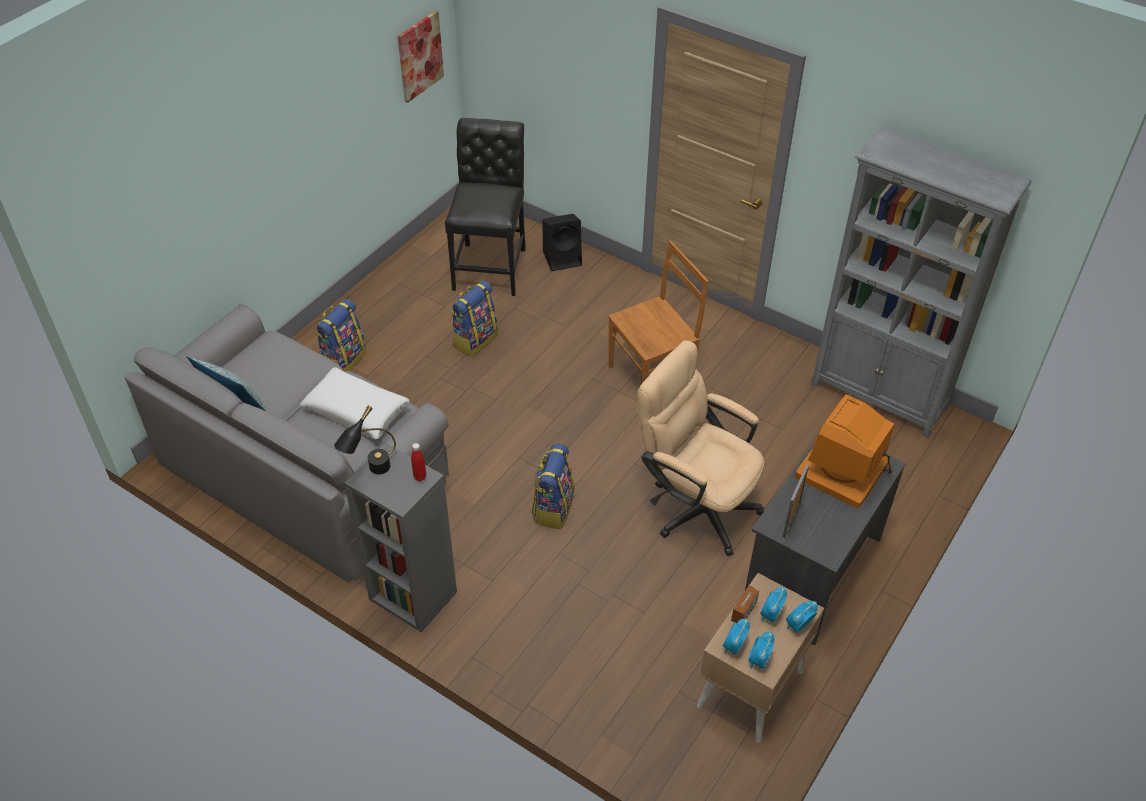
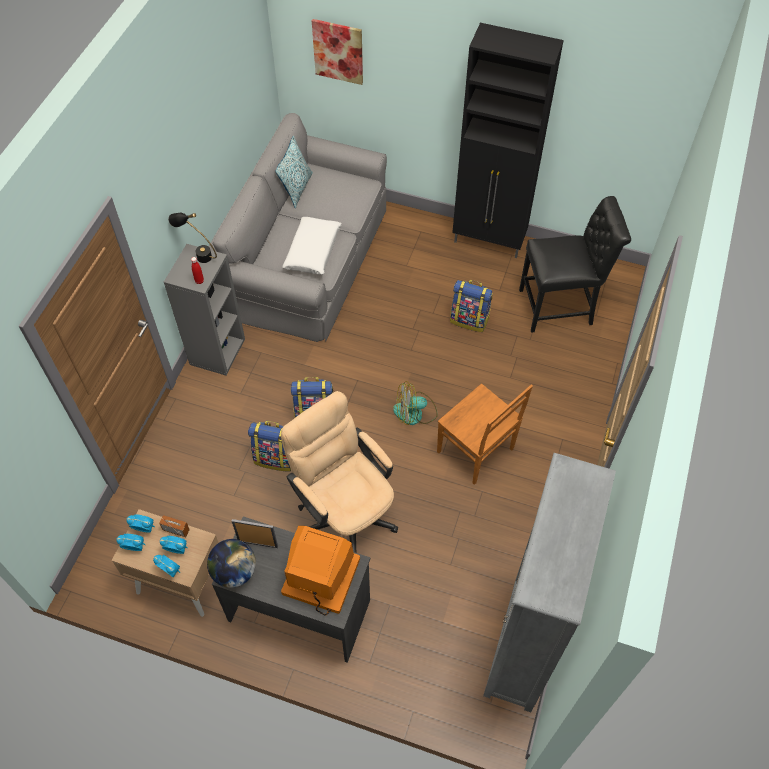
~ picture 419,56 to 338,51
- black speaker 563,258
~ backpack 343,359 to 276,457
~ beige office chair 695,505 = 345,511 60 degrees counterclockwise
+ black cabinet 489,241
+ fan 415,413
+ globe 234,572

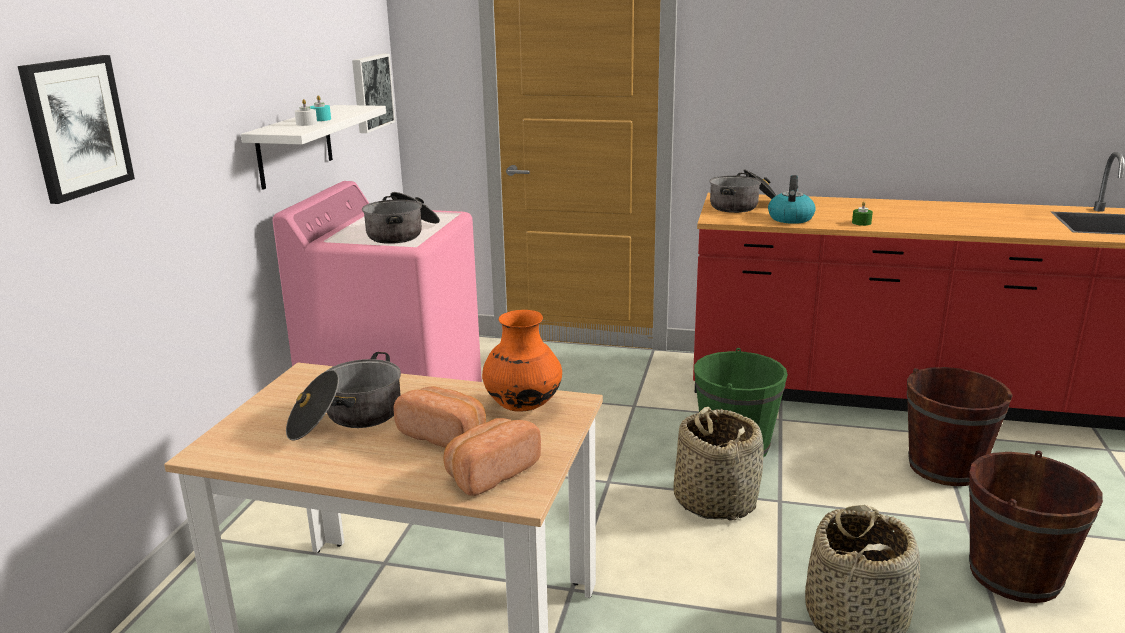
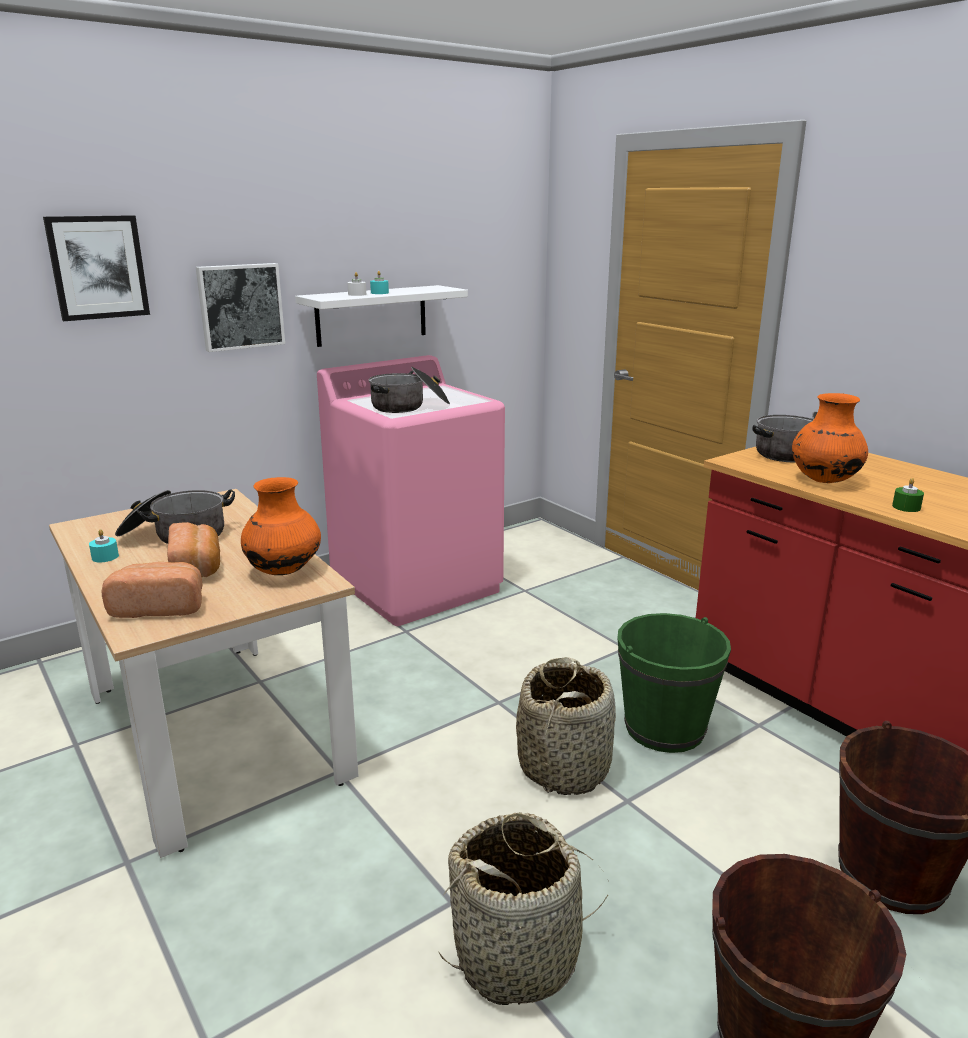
~ picture 371,92 to 240,306
~ kettle 790,218 to orange vase 824,480
+ turquoise candle 105,557

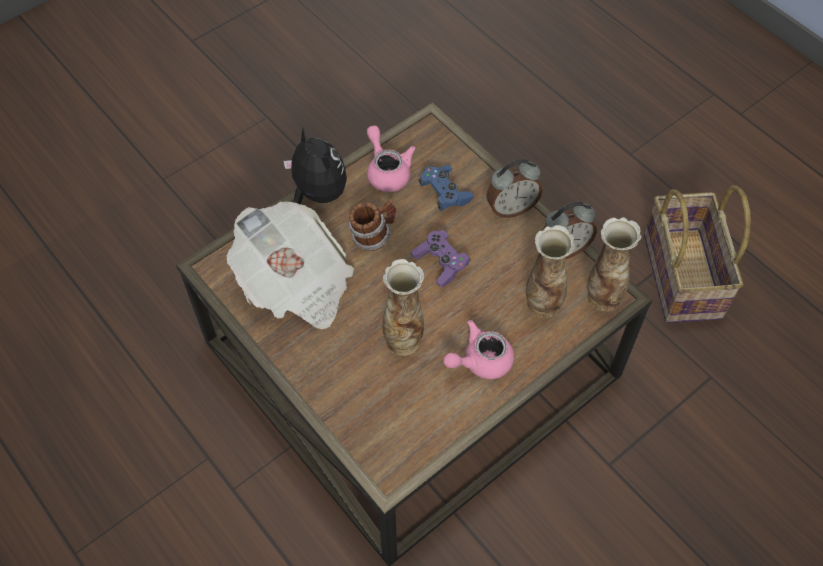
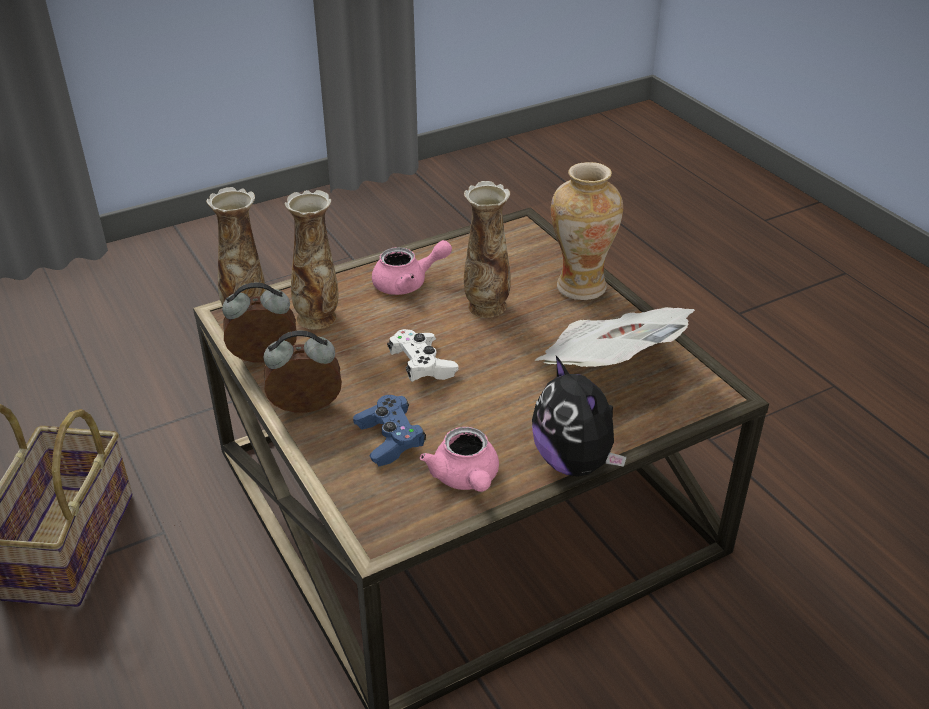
- mug 373,236
~ purple game controller 441,263 to white game controller 422,365
+ vase 580,286

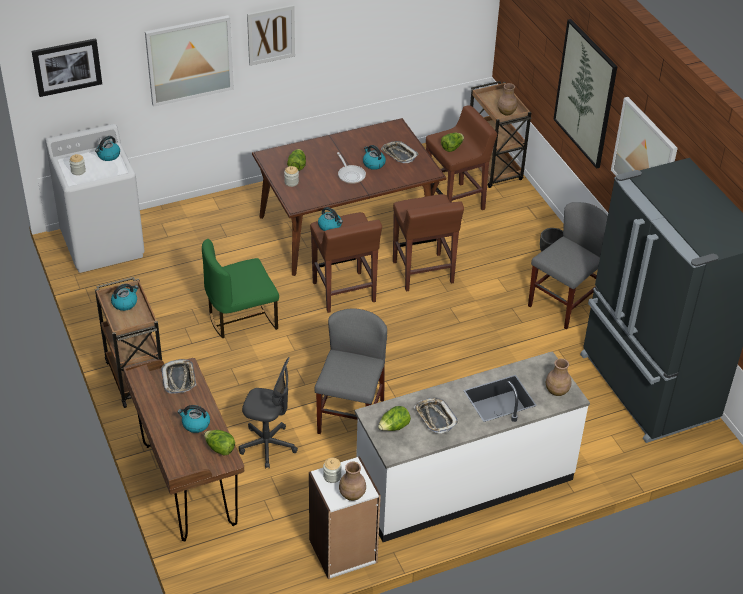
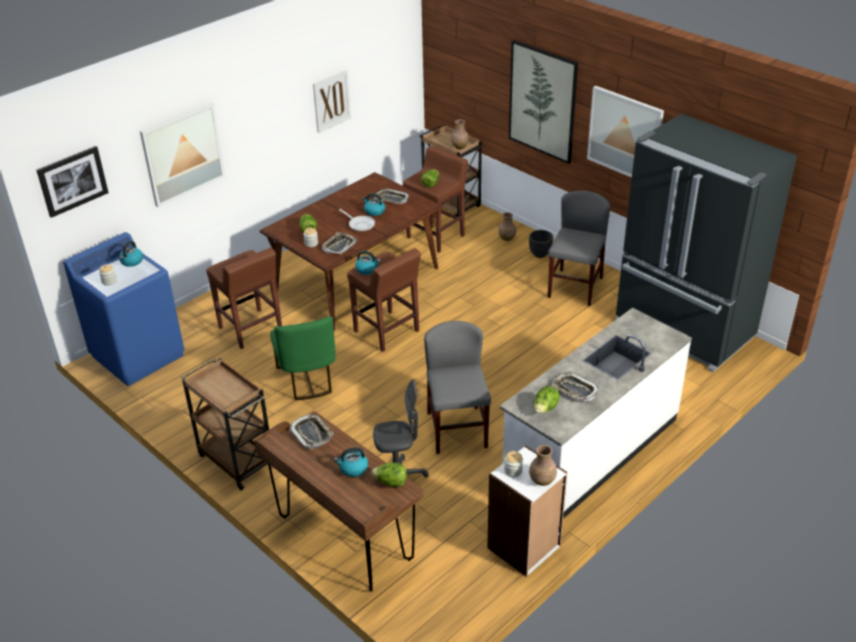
~ picture 271,34 to 331,101
~ white washing machine 103,244 to blue washing machine 138,355
~ brown stool 423,273 to 251,329
~ green chair 241,318 = 307,379 60 degrees counterclockwise
- kettle 125,303
~ brown vase 557,391 to 507,238
+ tray 339,246

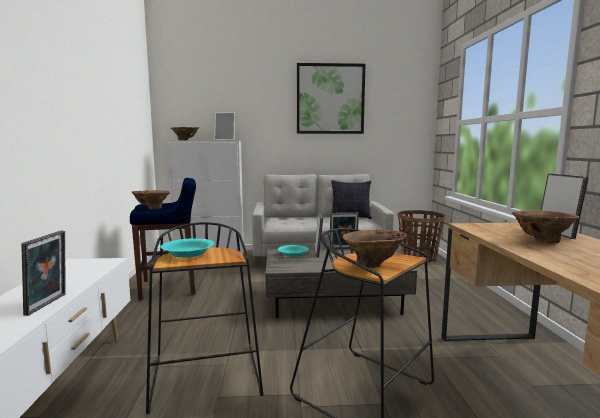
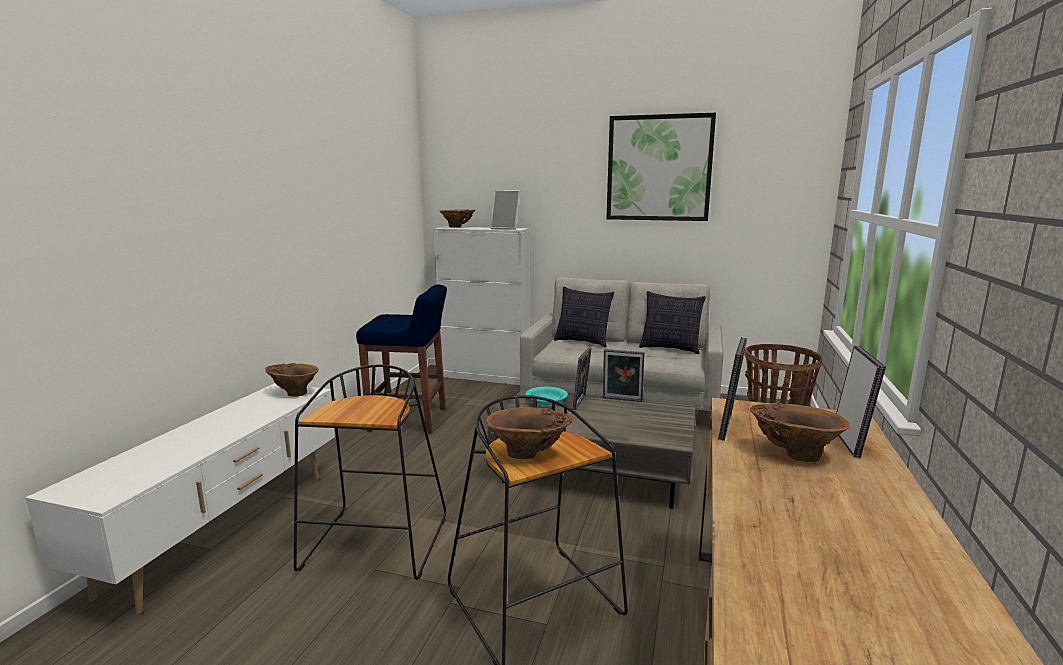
~ brown vase 152,208 to 294,393
~ picture frame 49,304 to 729,428
- turquoise bowl 188,254
+ pillow 583,342

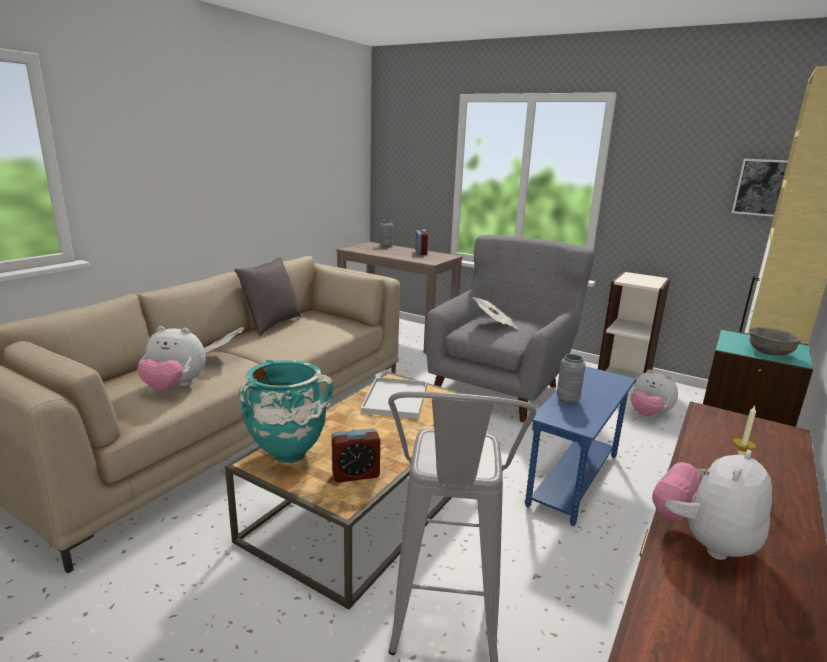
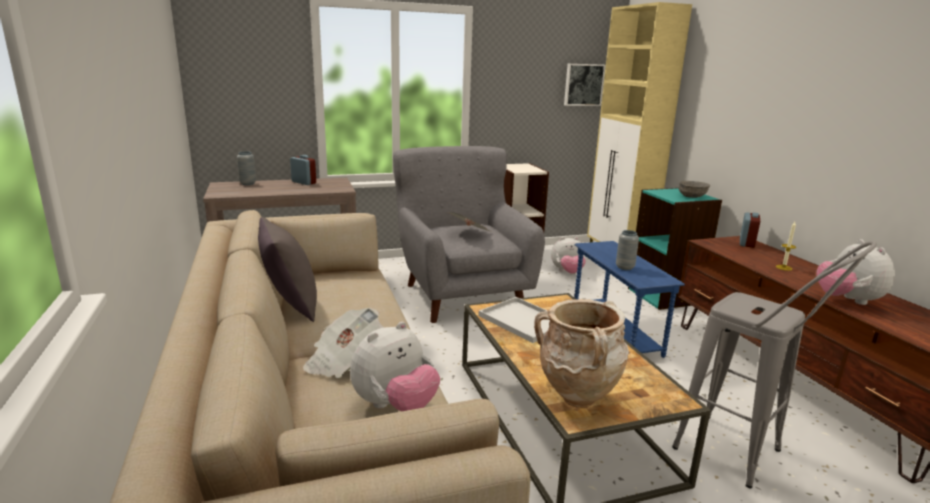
~ turquoise vase 286,455 to beige vase 577,400
~ alarm clock 355,474 to 746,243

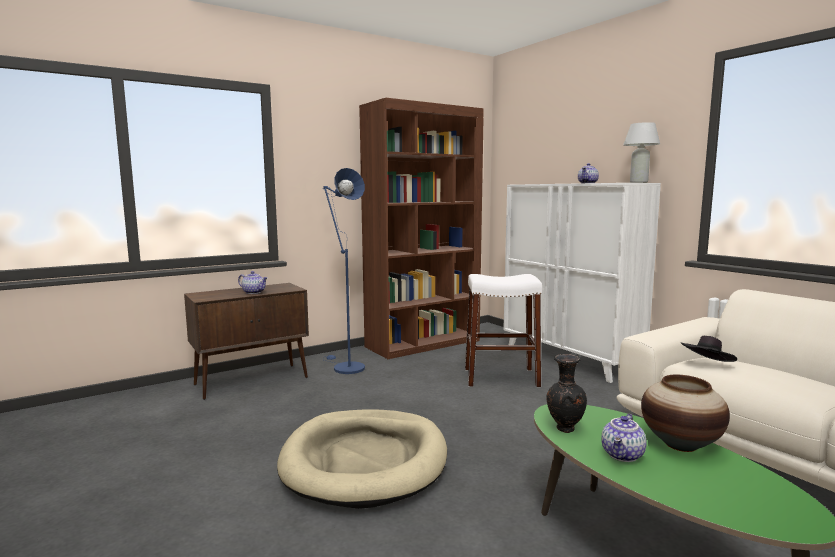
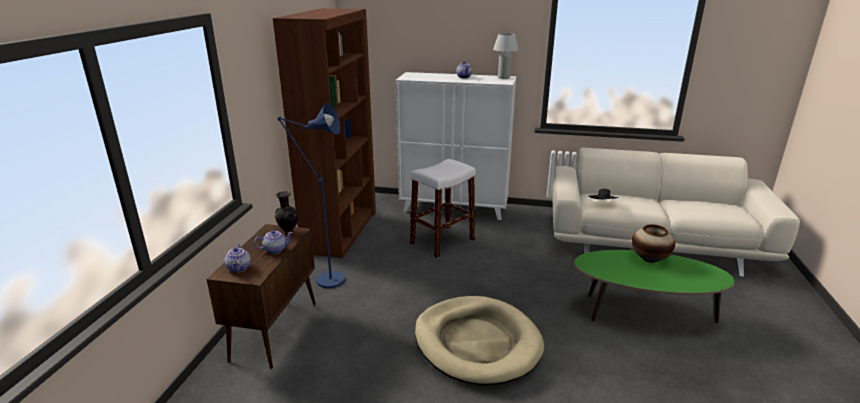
~ black vase 564,428 to 288,232
~ teapot 623,455 to 239,268

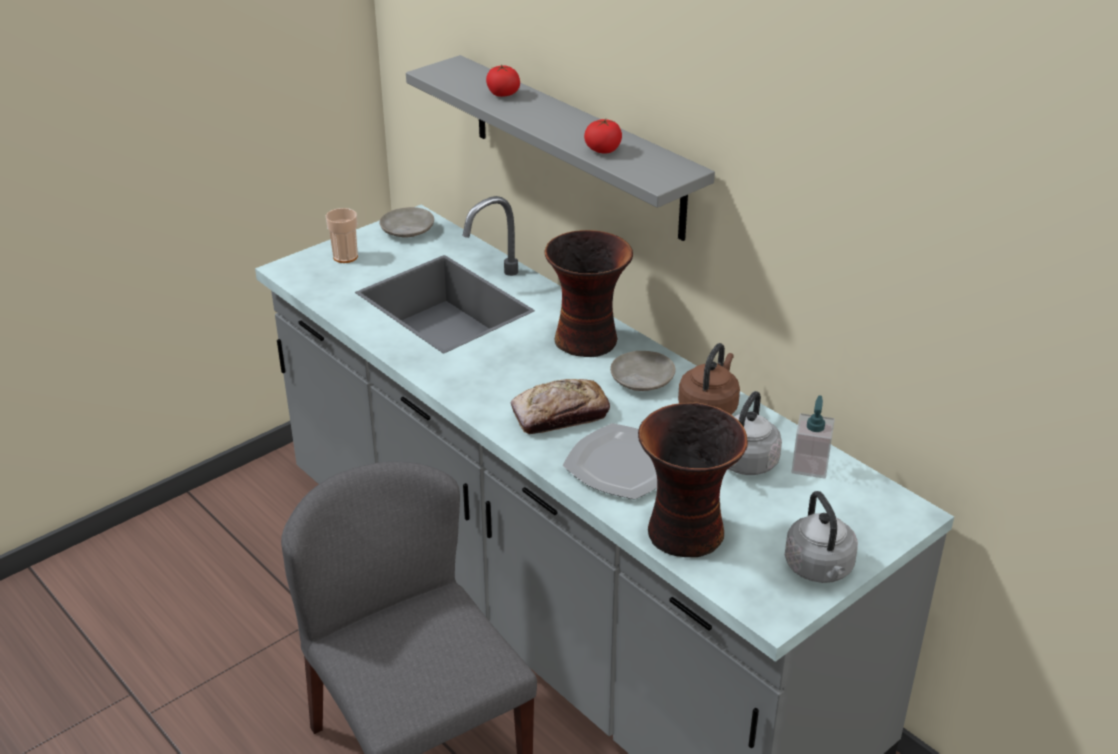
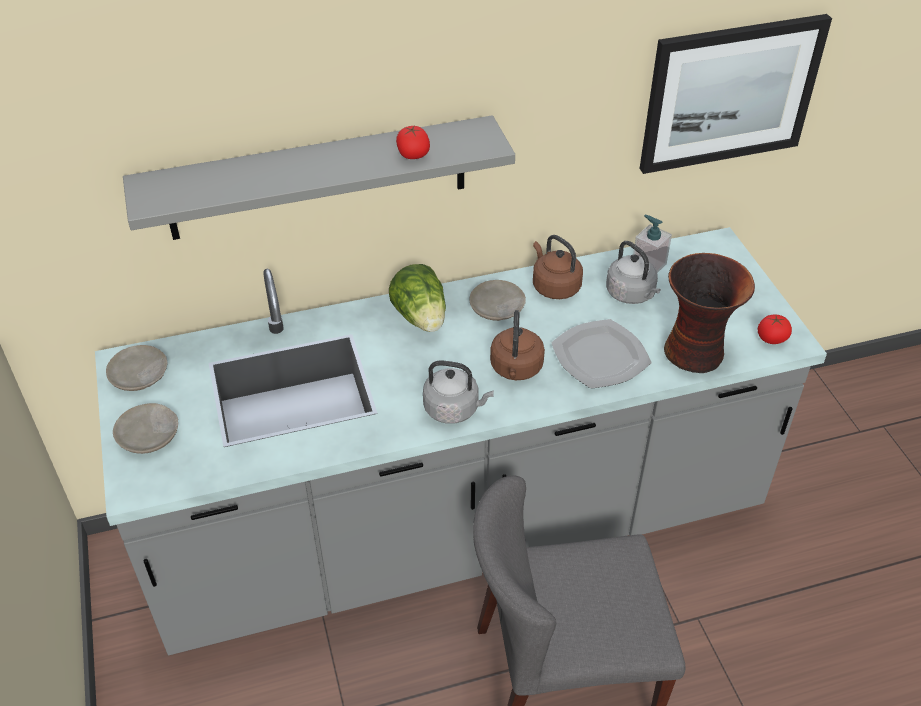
~ tomato 503,94 to 771,338
~ cup 345,257 to beige plate 149,436
~ vase 588,340 to lettuce 421,318
~ bread 560,415 to brown kettle 516,369
~ grey kettle 820,569 to 454,409
+ picture 730,93

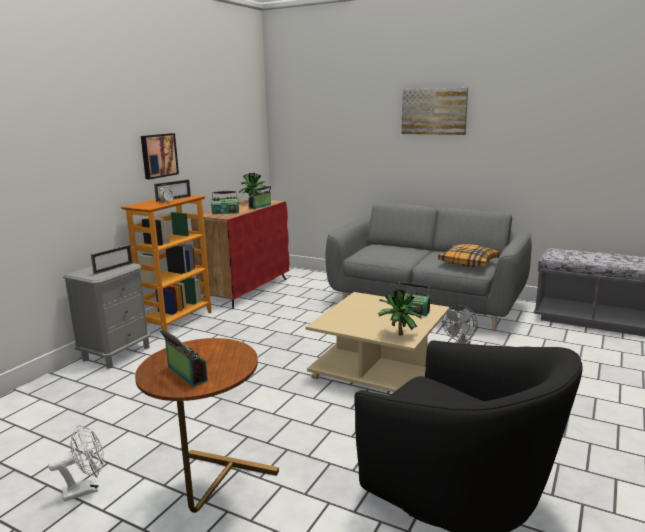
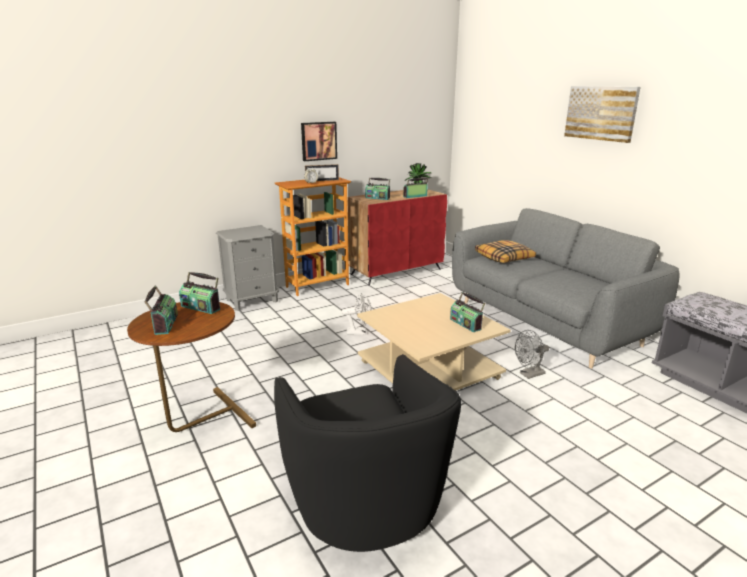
~ pillow 468,262 to 504,258
- picture frame 113,268
- potted plant 397,335
~ white fan 86,489 to 359,332
+ radio 201,307

